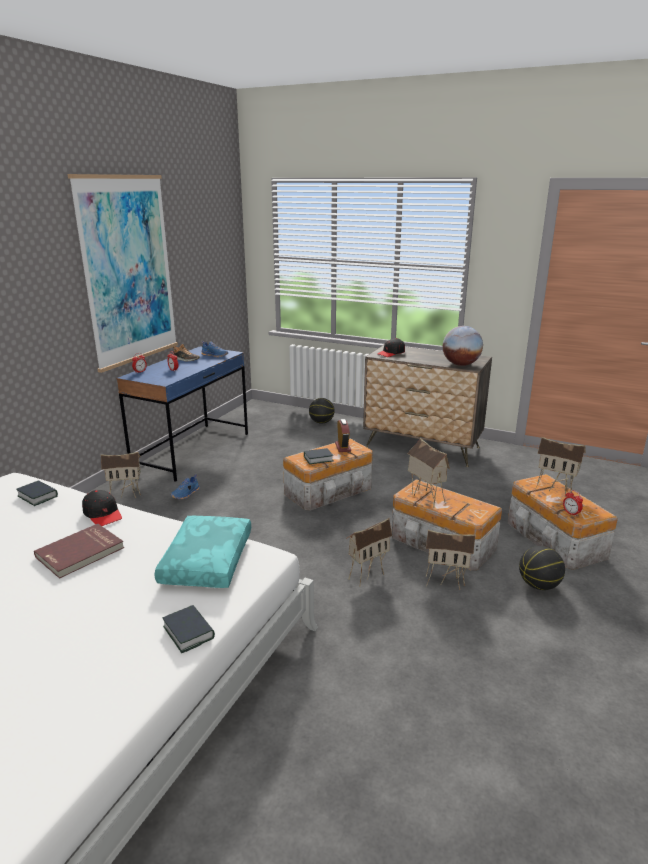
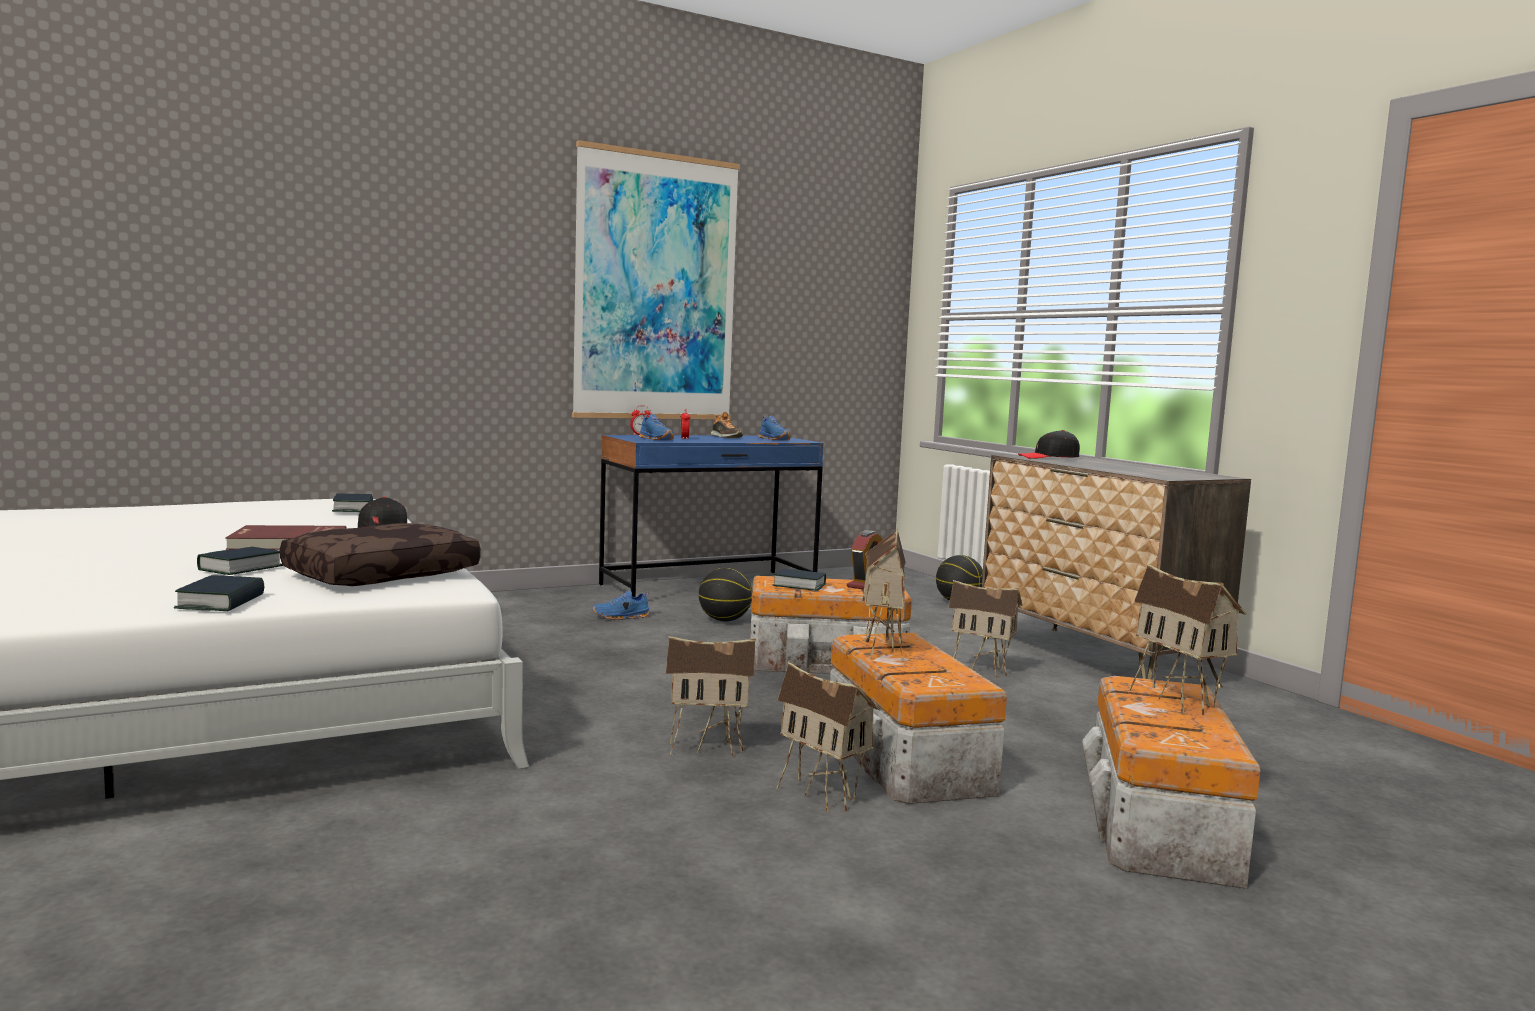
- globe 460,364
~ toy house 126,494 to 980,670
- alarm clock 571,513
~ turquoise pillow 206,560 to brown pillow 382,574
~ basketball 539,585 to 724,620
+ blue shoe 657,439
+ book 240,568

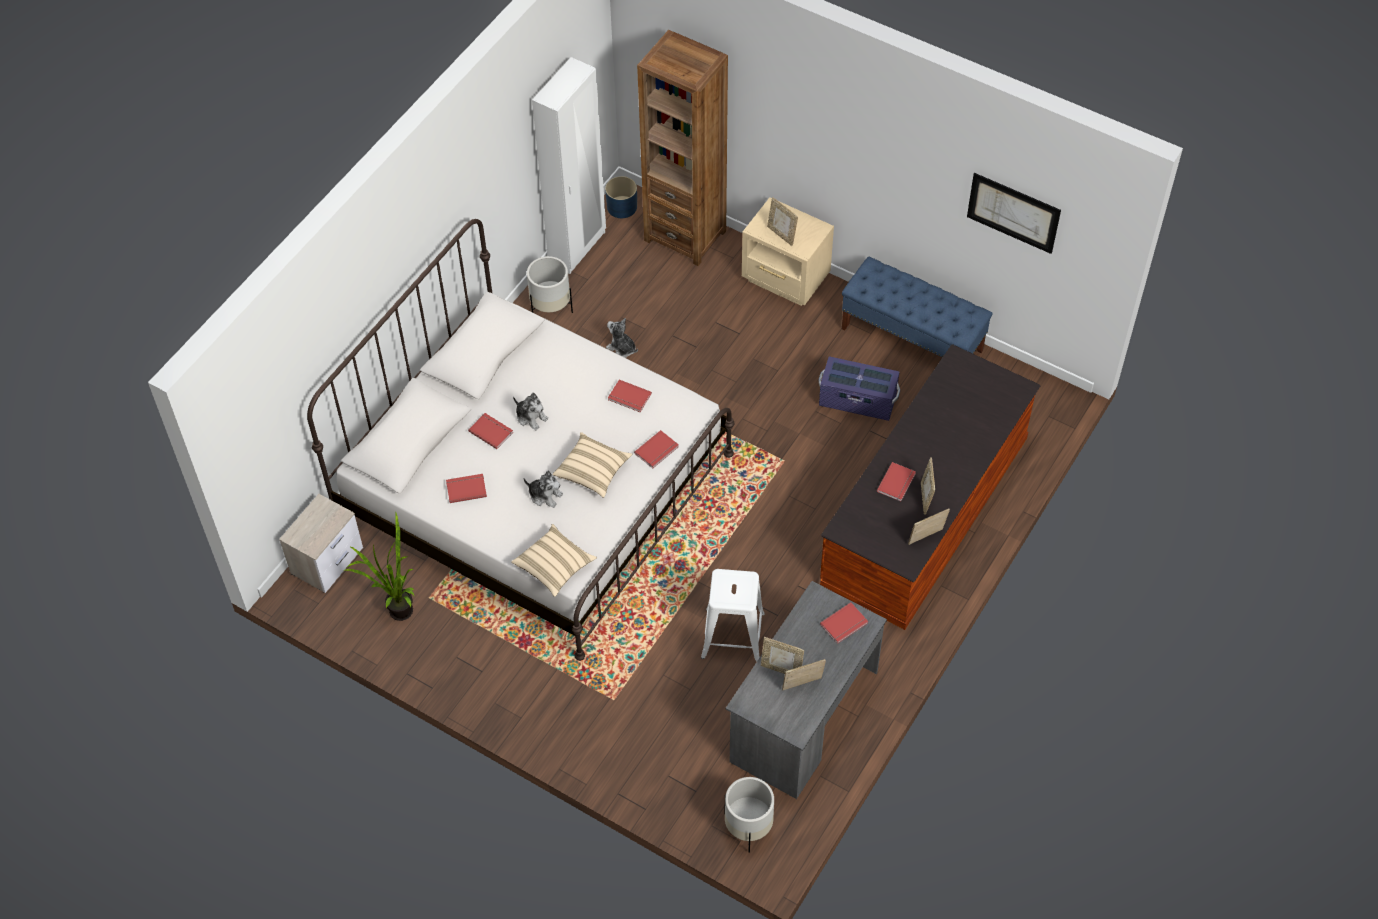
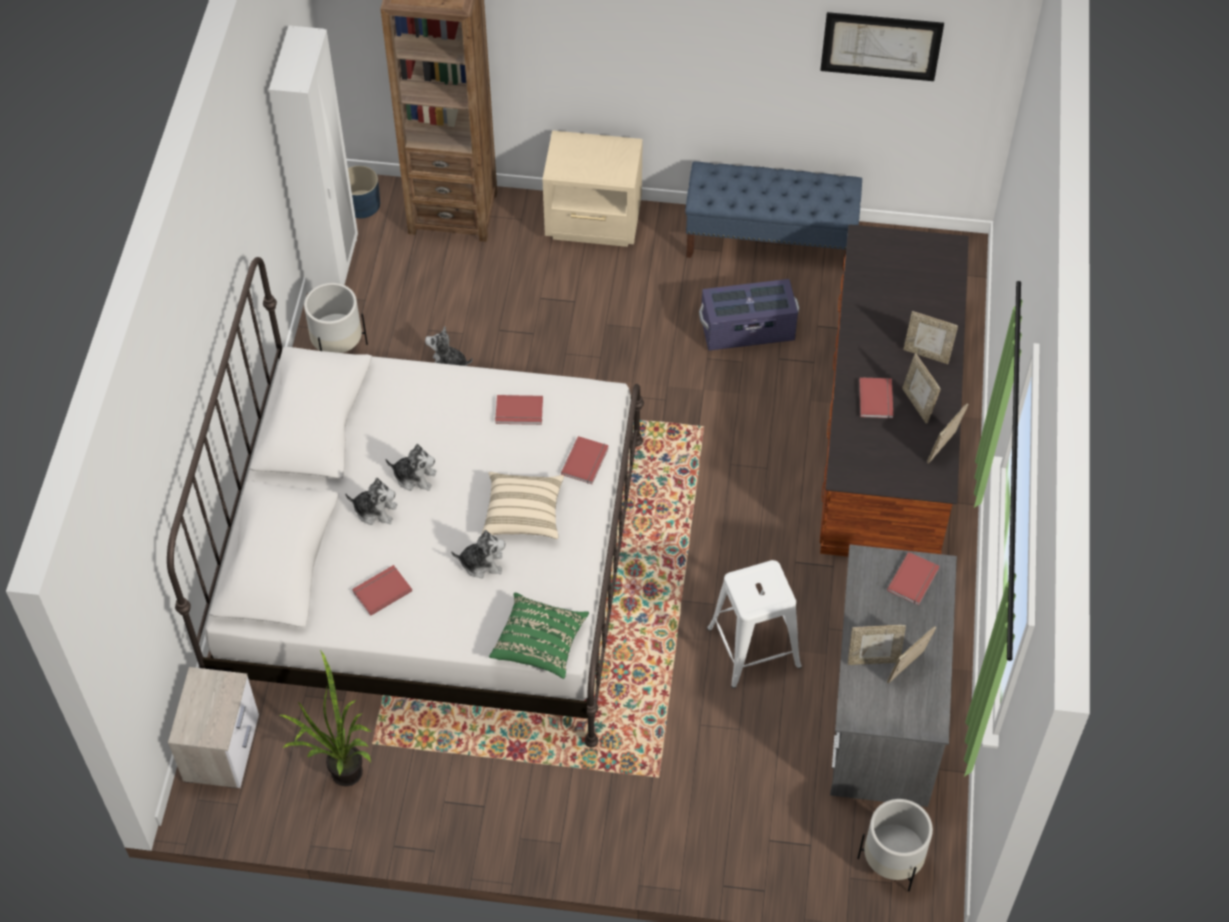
~ picture frame 781,235 to 927,354
~ red book 491,431 to plush toy 375,510
~ beige pillow 554,566 to green pillow 539,643

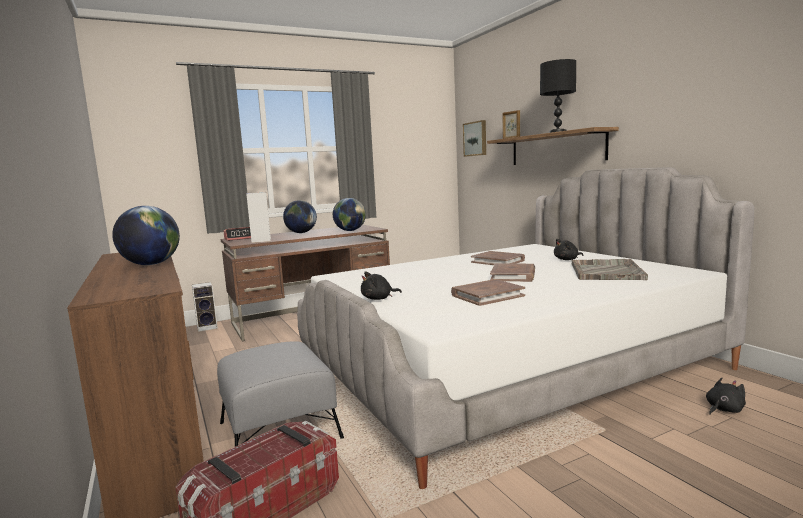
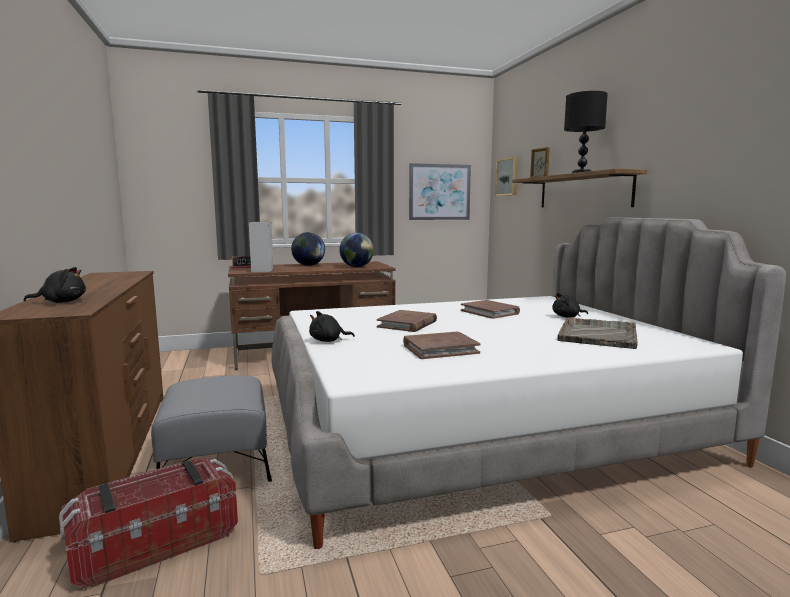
- globe 151,264
~ brown book 513,275 to 407,324
- speaker 208,327
~ black plush toy 723,409 to 61,302
+ picture 439,192

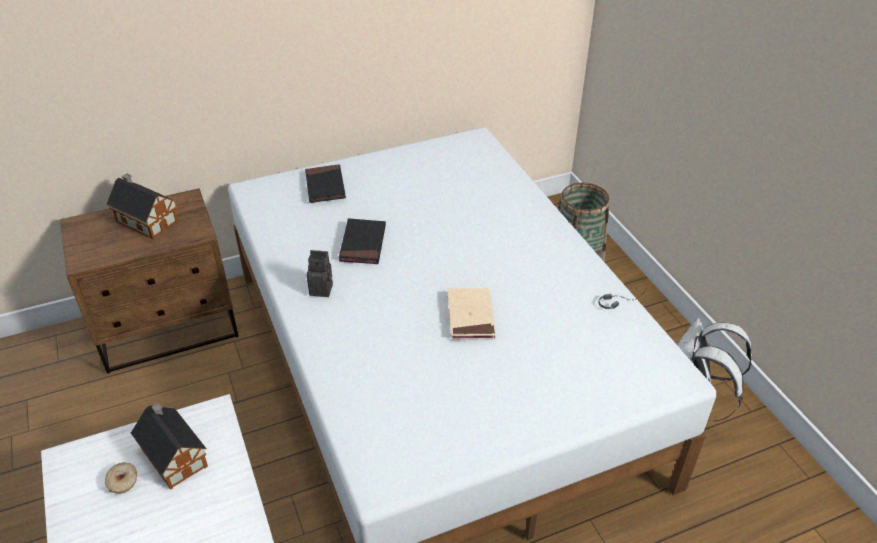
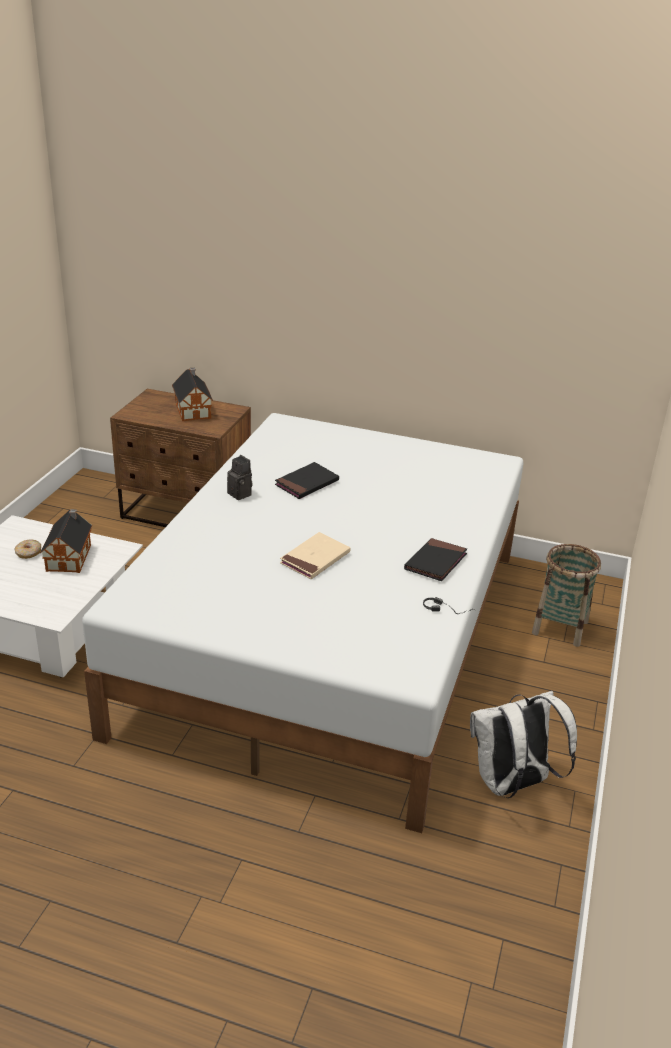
~ black book 325,186 to 435,562

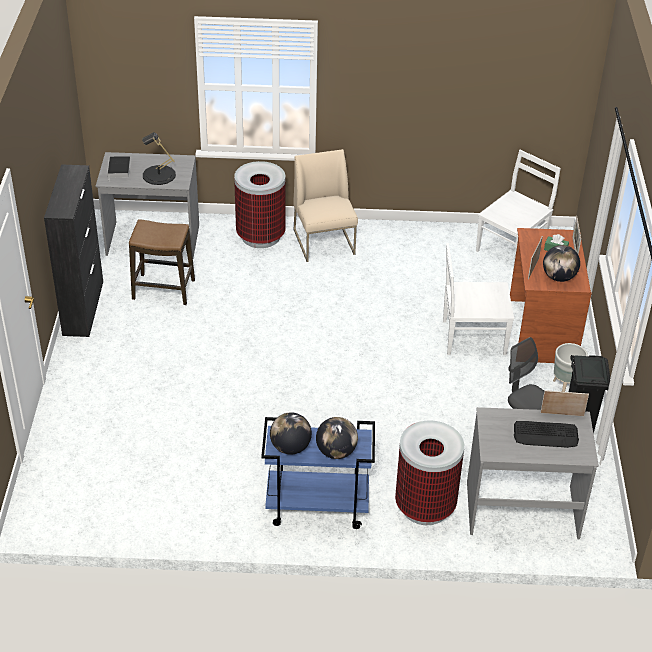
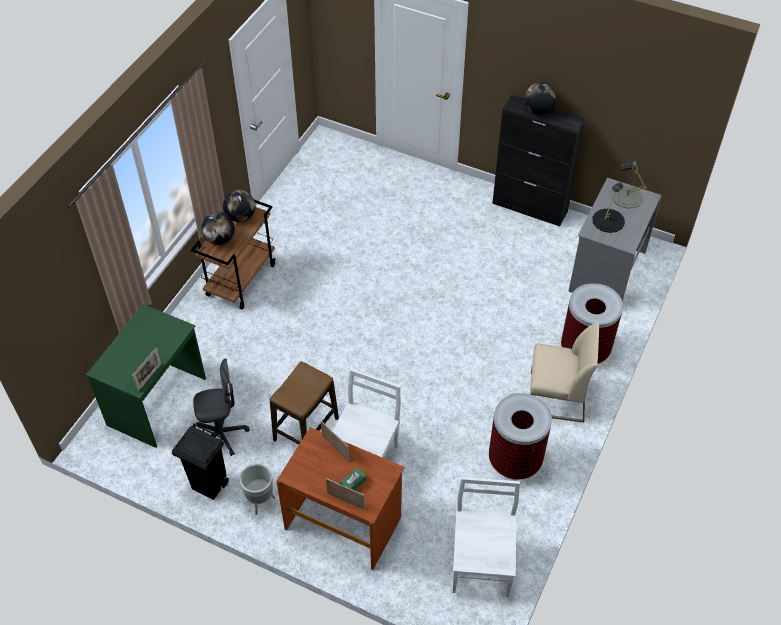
~ white chair 512,247 = 481,563 150 degrees counterclockwise
~ book 119,170 to grey table lamp 627,197
~ stool 163,290 to 306,429
~ globe 559,277 to 538,110
~ grey desk 522,509 to green desk 158,402
~ blue cart 316,508 to brown cart 241,279
~ trash can 425,506 to 515,461
- keyboard 546,435

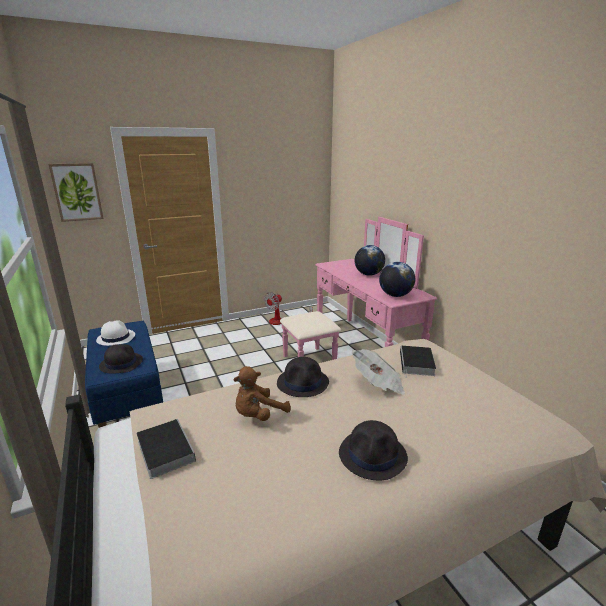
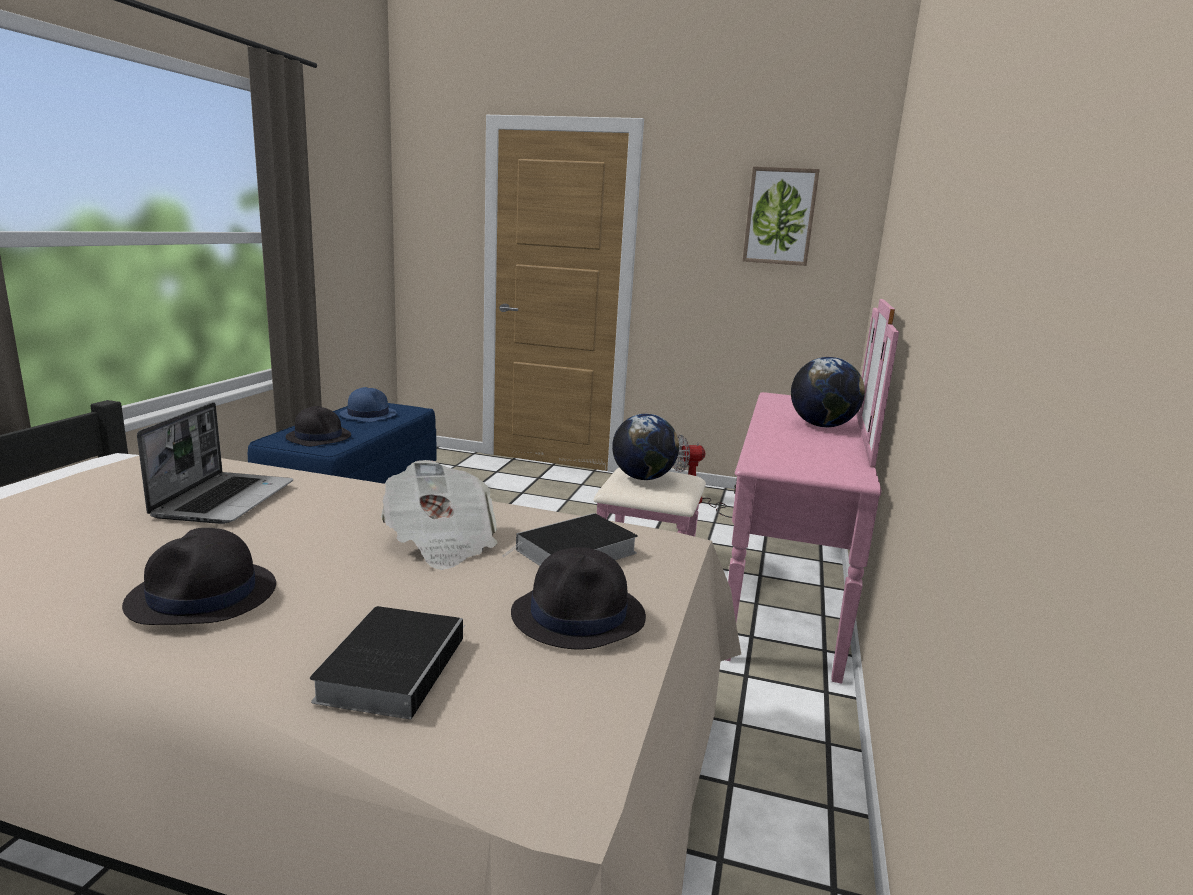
~ picture 77,192 to 780,216
~ globe 395,295 to 643,478
~ white hat 115,338 to blue hat 368,414
~ black hat 303,383 to 579,616
~ brown plush toy 258,415 to laptop 224,499
~ book 164,449 to 393,665

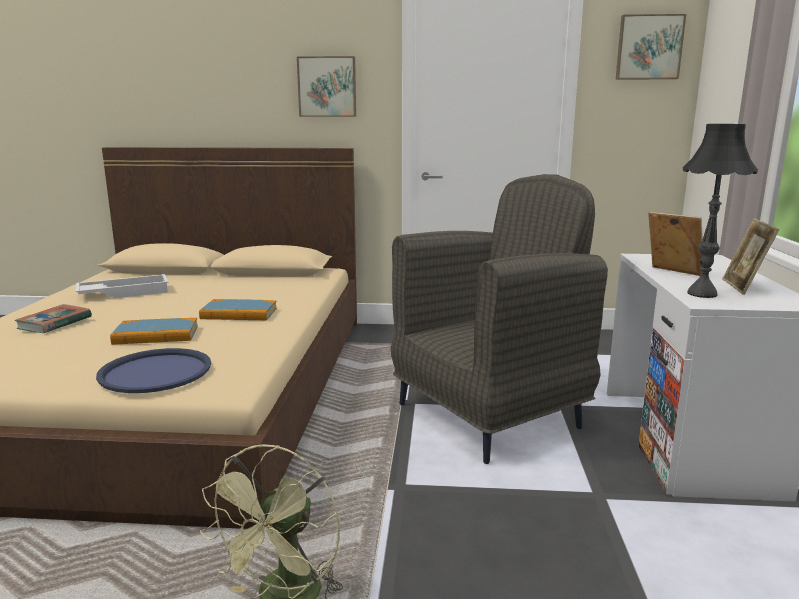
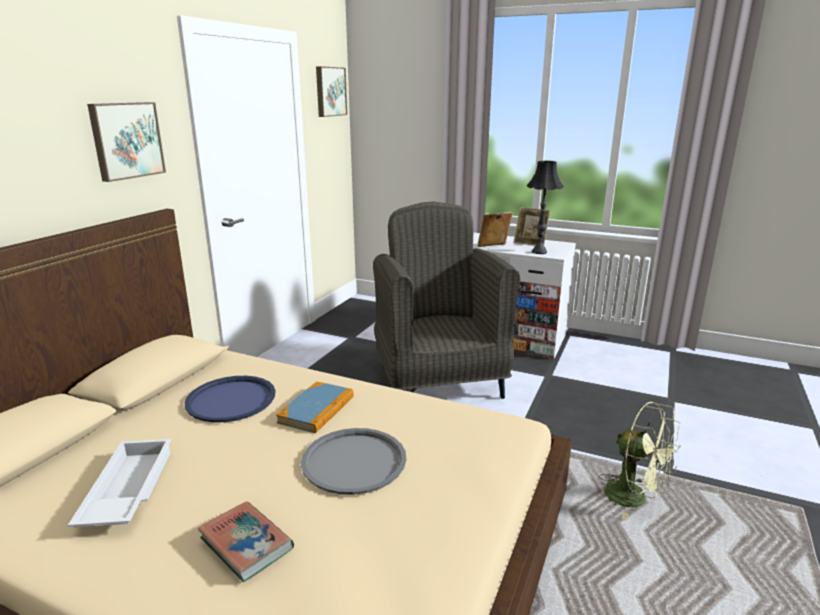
~ book 156,335 to grey tray 354,461
~ blue tray 156,372 to 231,399

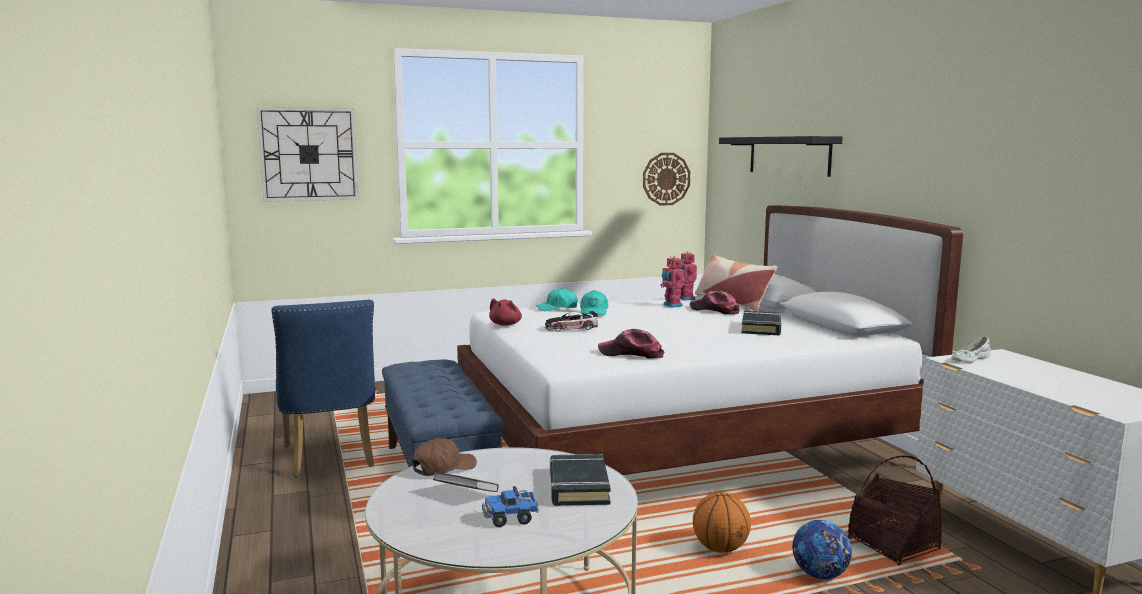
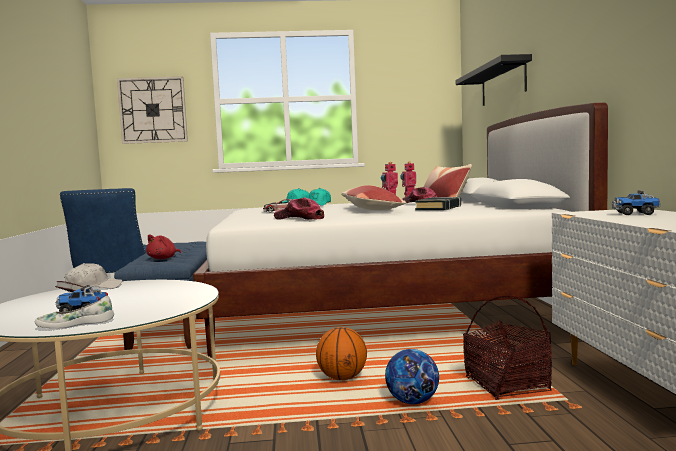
- wall clock 666,179
~ red plush toy 506,324 to 163,258
~ white shoe 969,359 to 76,324
~ brown cap 443,468 to white cap 93,287
- black book 578,486
+ pillow 371,210
+ toy truck 635,214

